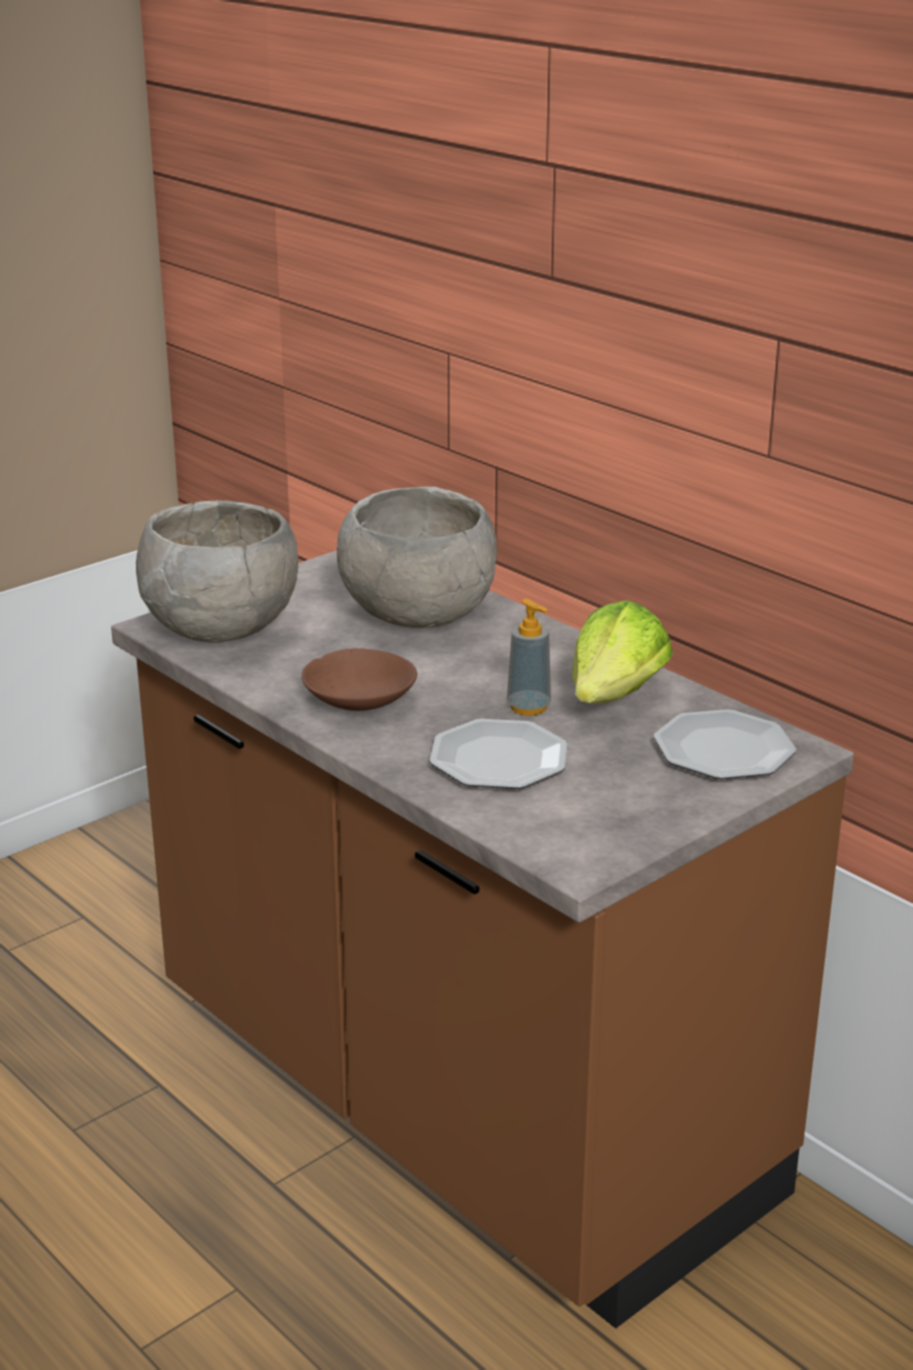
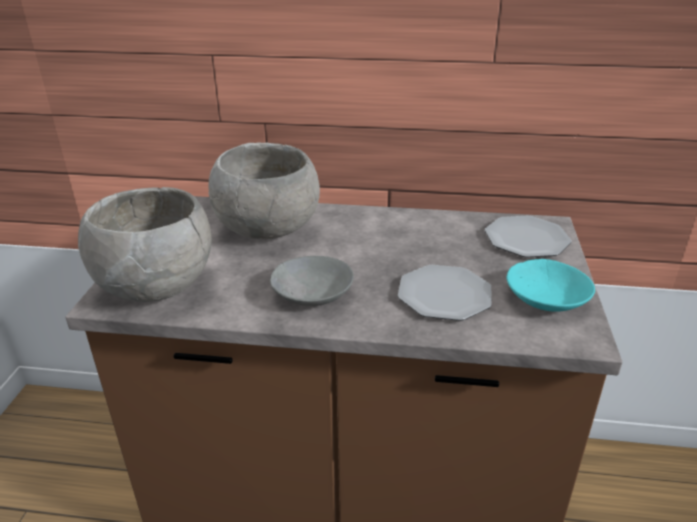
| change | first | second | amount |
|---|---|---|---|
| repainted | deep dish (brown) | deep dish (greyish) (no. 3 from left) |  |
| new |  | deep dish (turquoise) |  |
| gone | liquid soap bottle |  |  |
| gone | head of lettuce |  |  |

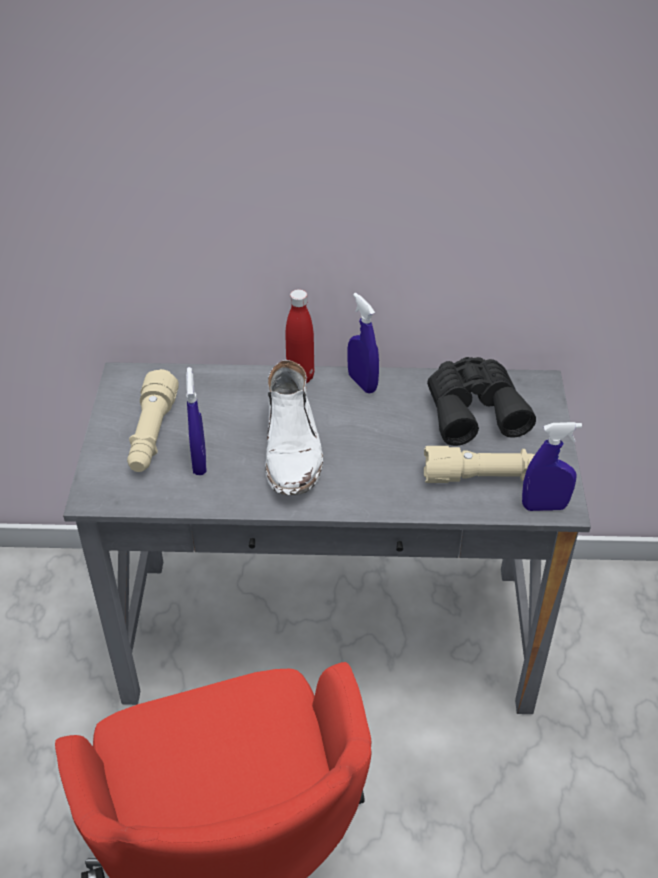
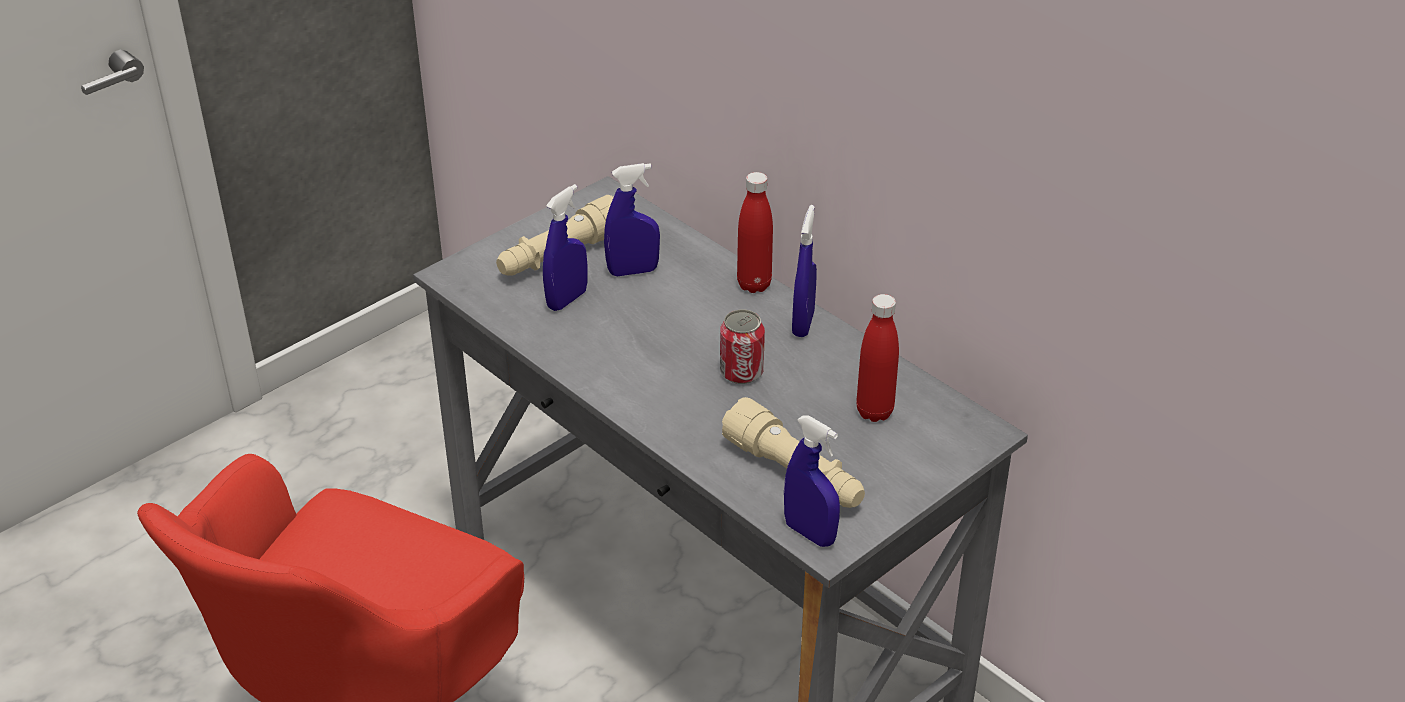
| change | first | second | amount |
|---|---|---|---|
| new |  | sprayer (blue) (no. 2 from left) |  |
| new |  | can |  |
| swapped | field glasses (black) | bottle (reddish) (no. 2 from left) |  |
| gone | tall boot (whitish) |  |  |

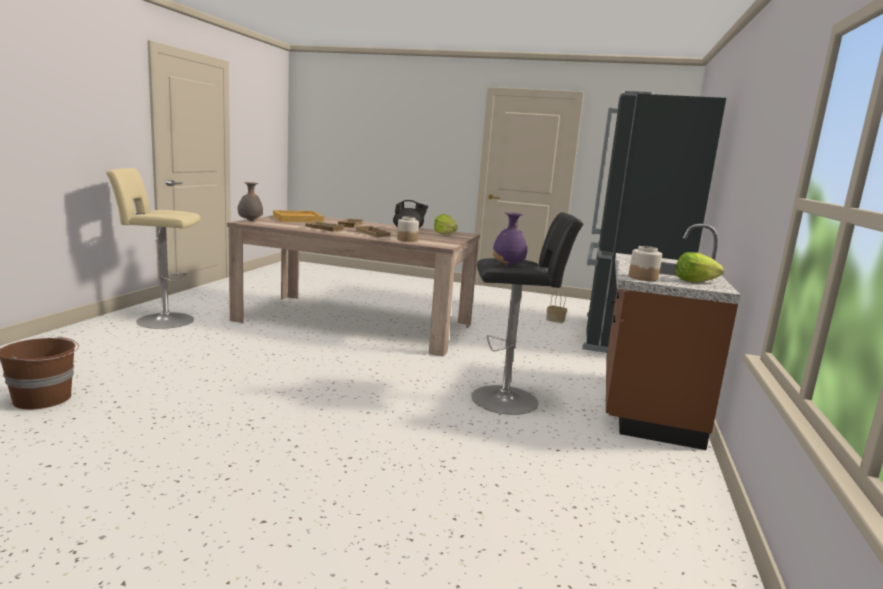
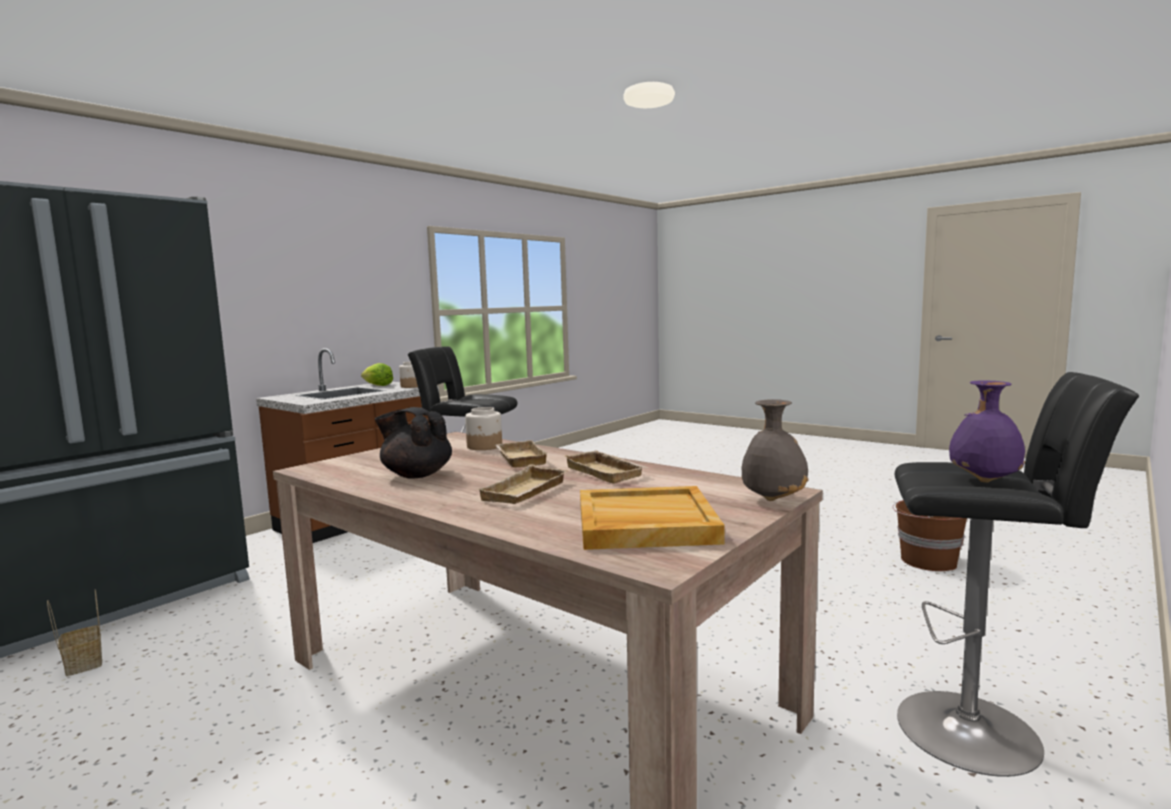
| change | first | second | amount |
|---|---|---|---|
| repainted | stool (sand-coloured) | stool (black) (no. 2 from left) |  |
| shifted | flower vase (purplish) |  |  |
| gone | head of lettuce (no. 1 from left) |  |  |

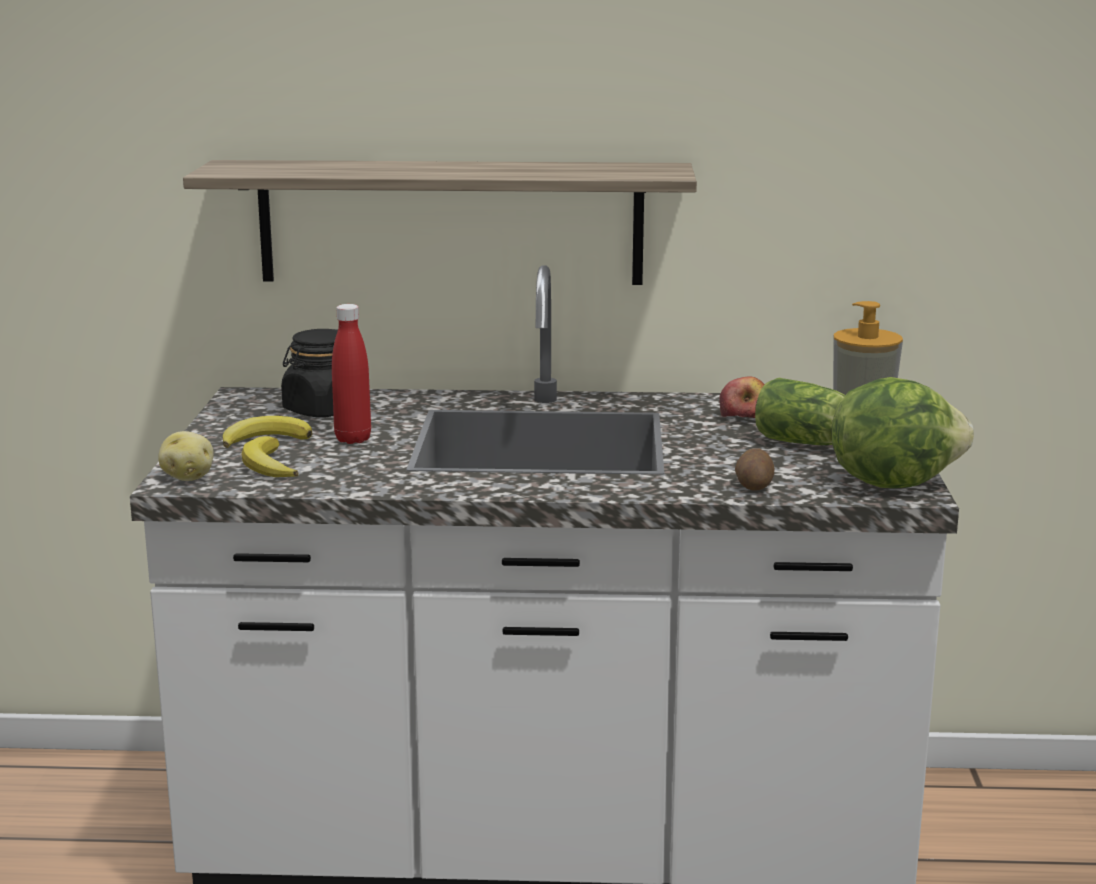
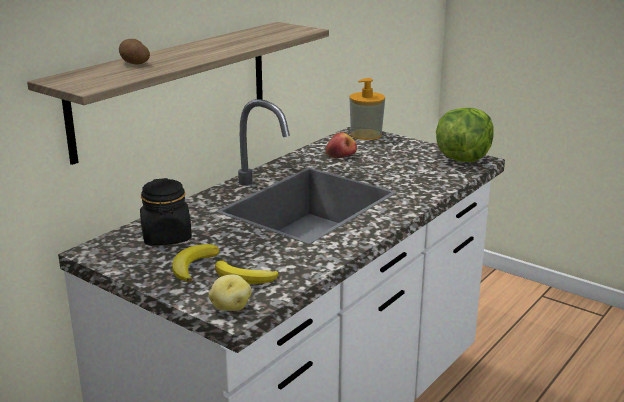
| change | first | second | amount |
|---|---|---|---|
| shifted | potato (no. 2 from left in the first image) | potato (no. 1 from left) |  |
| gone | bottle (reddish) |  |  |
| gone | head of lettuce (no. 1 from left) |  |  |

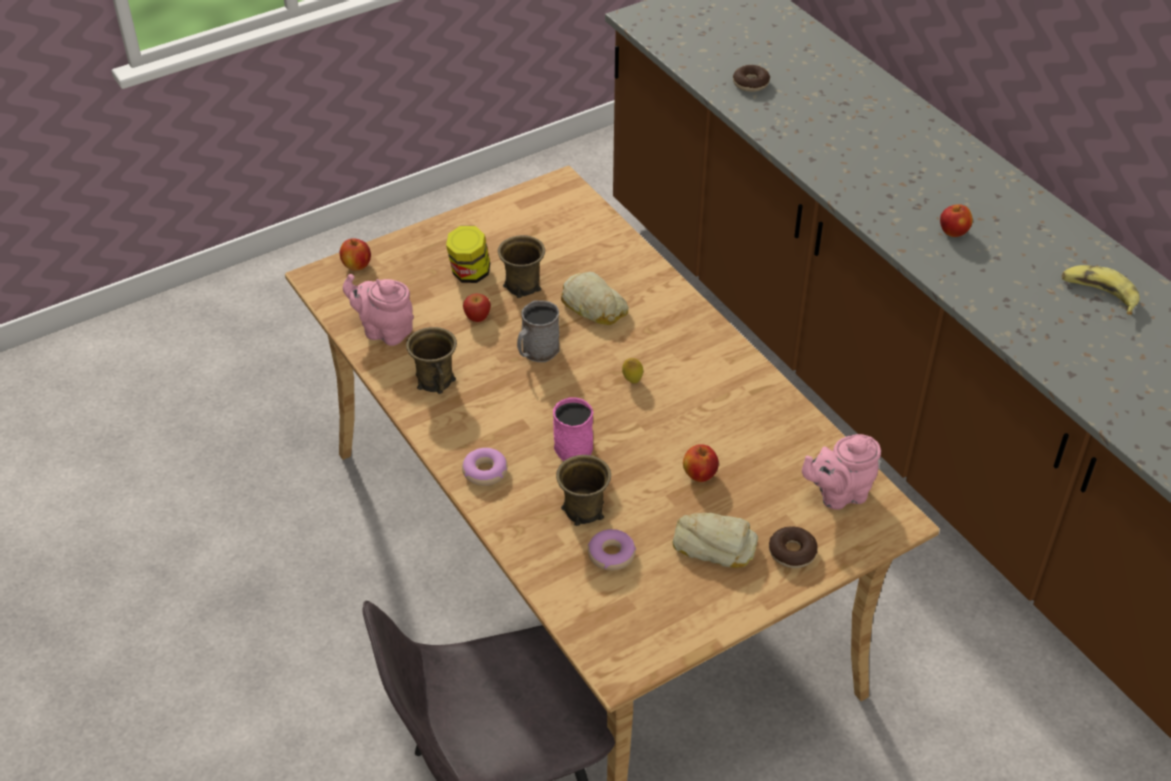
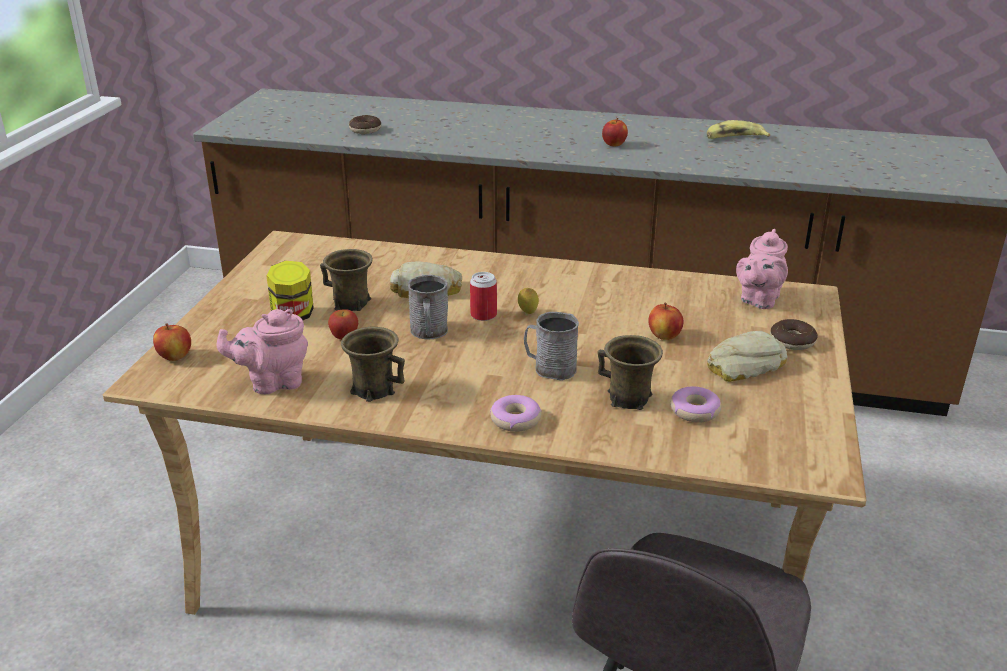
| change | first | second | amount |
|---|---|---|---|
| new |  | can |  |
| repainted | mug (pinkish) | mug (greyish) (no. 2 from left) |  |

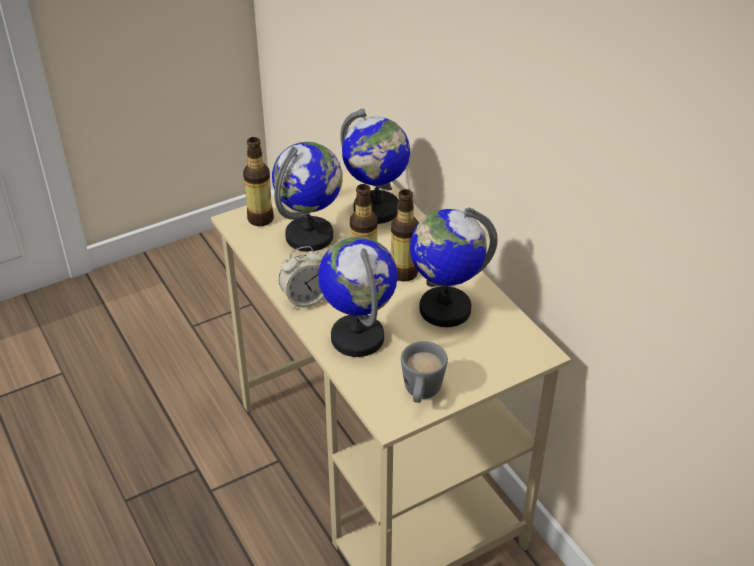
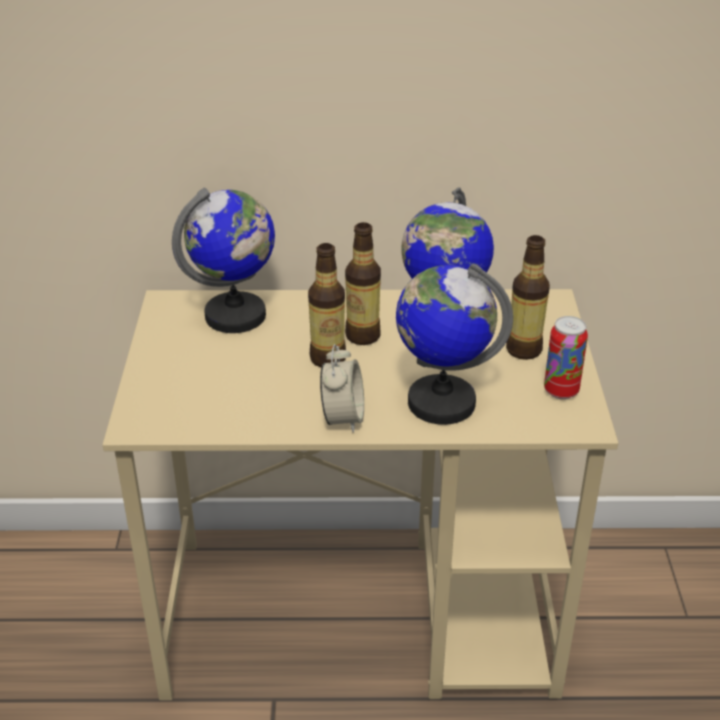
| change | first | second | amount |
|---|---|---|---|
| shifted | bottle (no. 1 from left in the first image) | bottle (no. 3 from left) |  |
| swapped | mug (greyish) | can |  |
| gone | desk globe (no. 1 from left) |  |  |

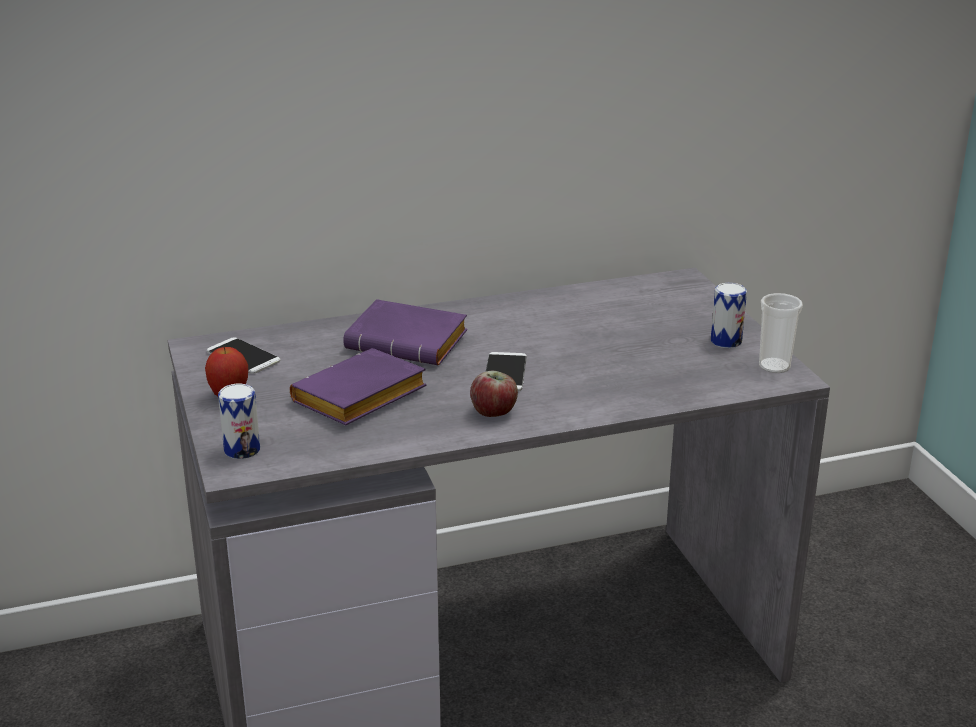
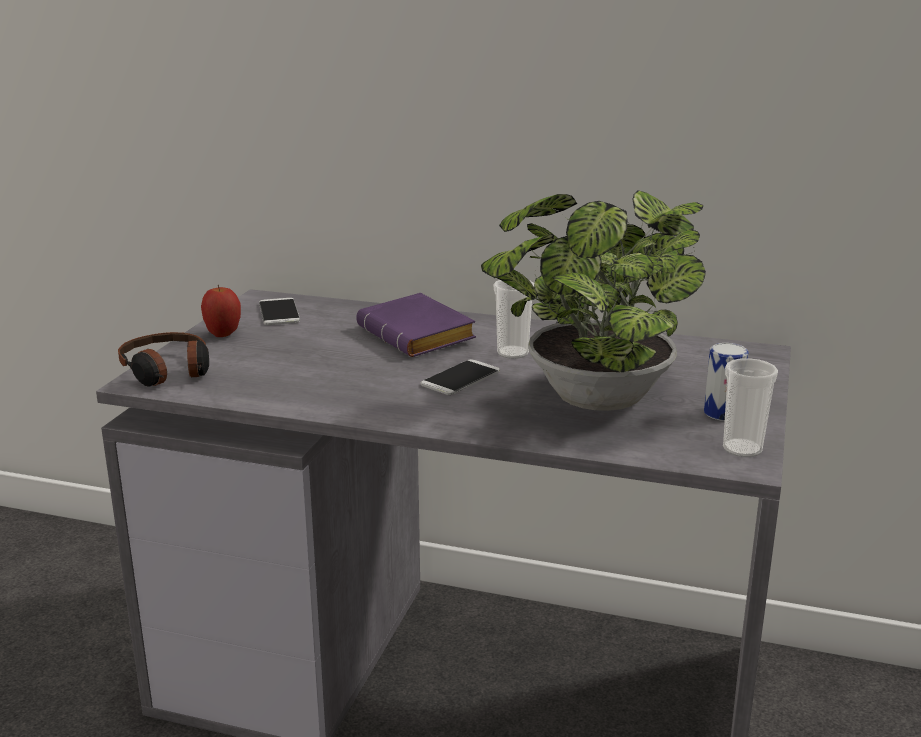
| change | first | second | amount |
|---|---|---|---|
| swapped | can (no. 1 from left) | pair of headphones |  |
| new |  | houseplant |  |
| new |  | drinking cup (no. 1 from left) |  |
| gone | bound book (purplish) (no. 1 from left) |  |  |
| gone | whole apple (no. 2 from left) |  |  |

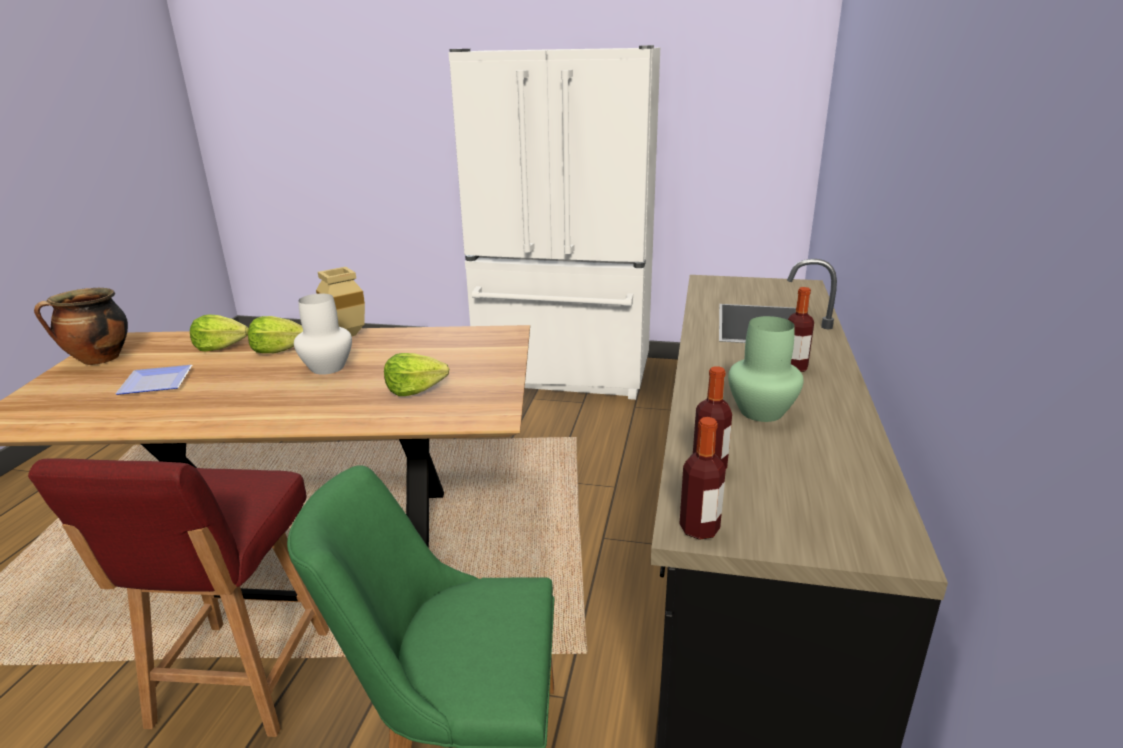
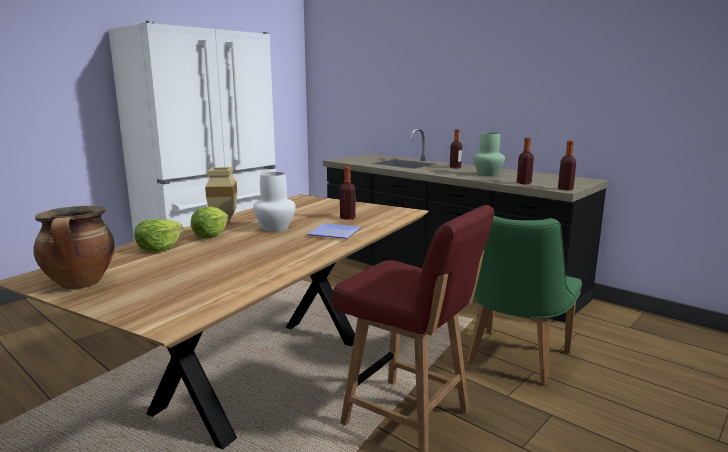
| change | first | second | amount |
|---|---|---|---|
| shifted | dinner plate |  |  |
| swapped | head of lettuce (no. 3 from left) | bottle (no. 1 from left) |  |

